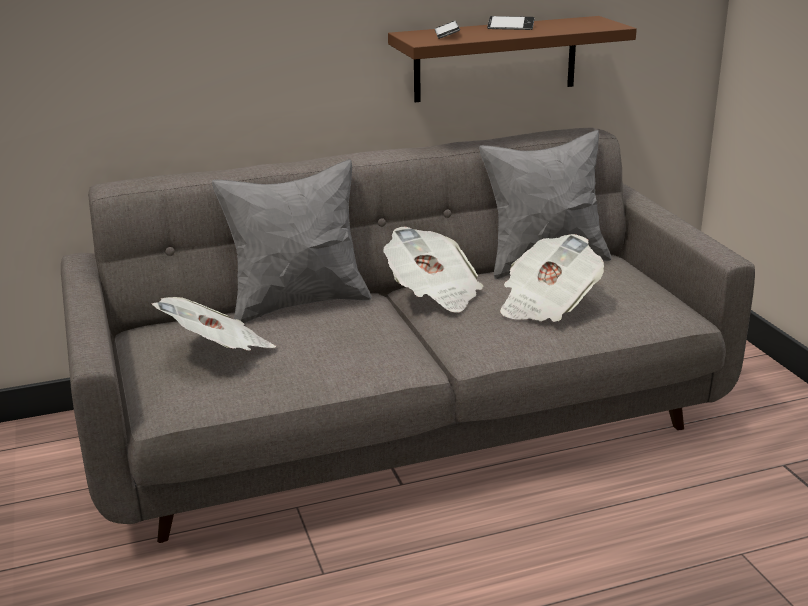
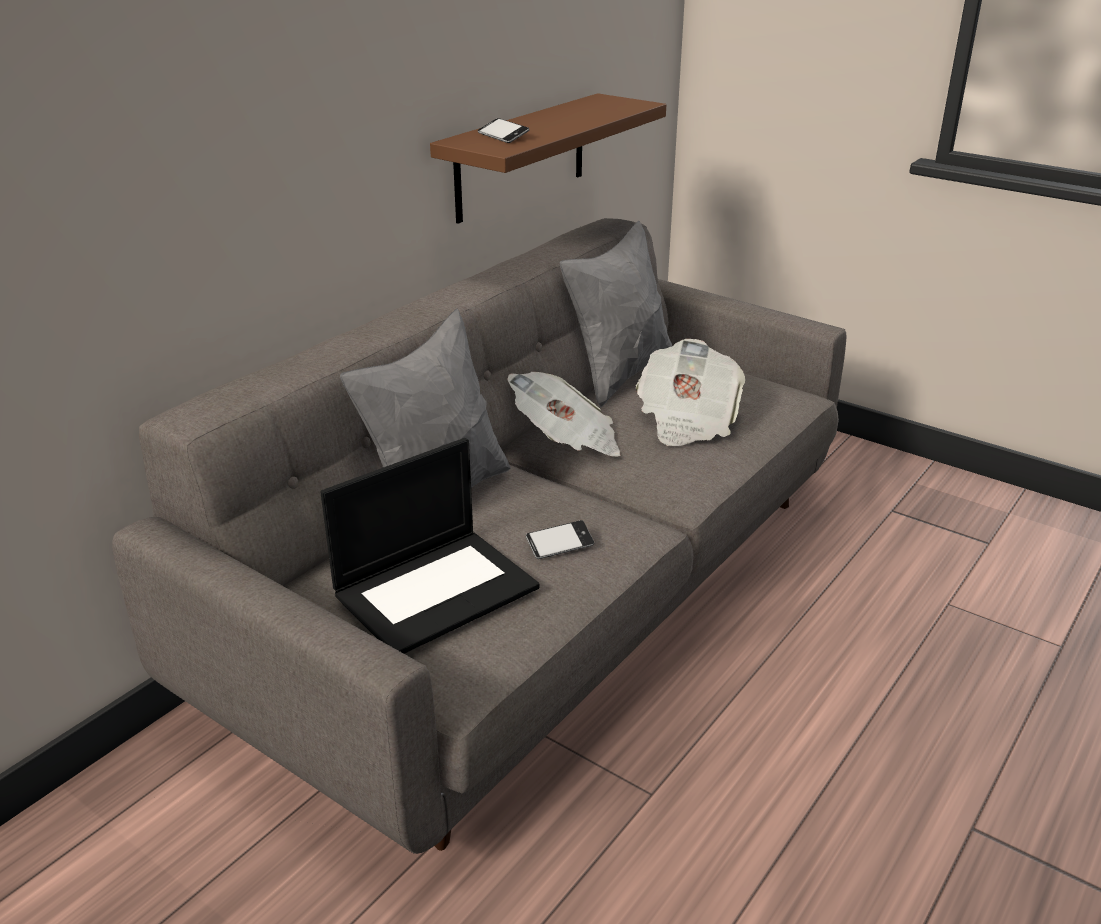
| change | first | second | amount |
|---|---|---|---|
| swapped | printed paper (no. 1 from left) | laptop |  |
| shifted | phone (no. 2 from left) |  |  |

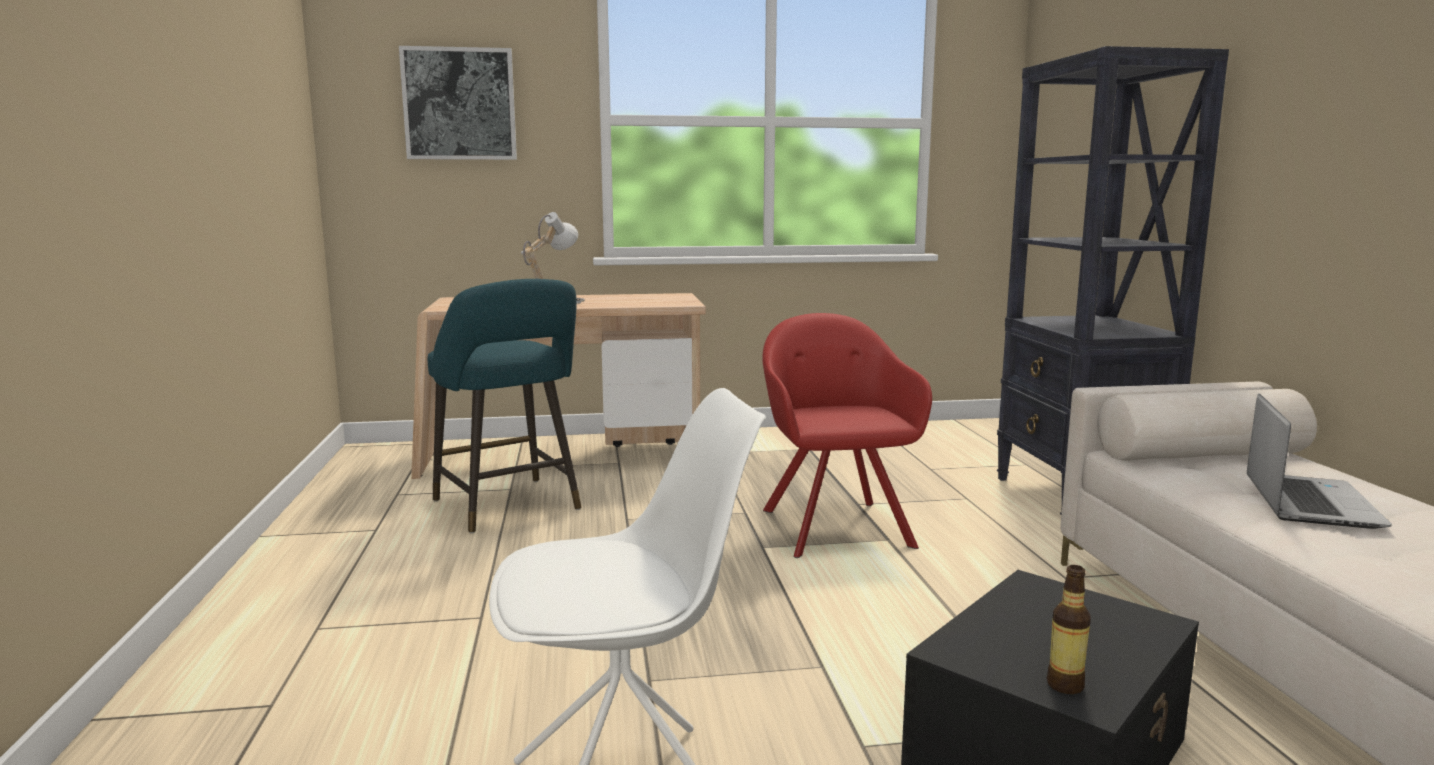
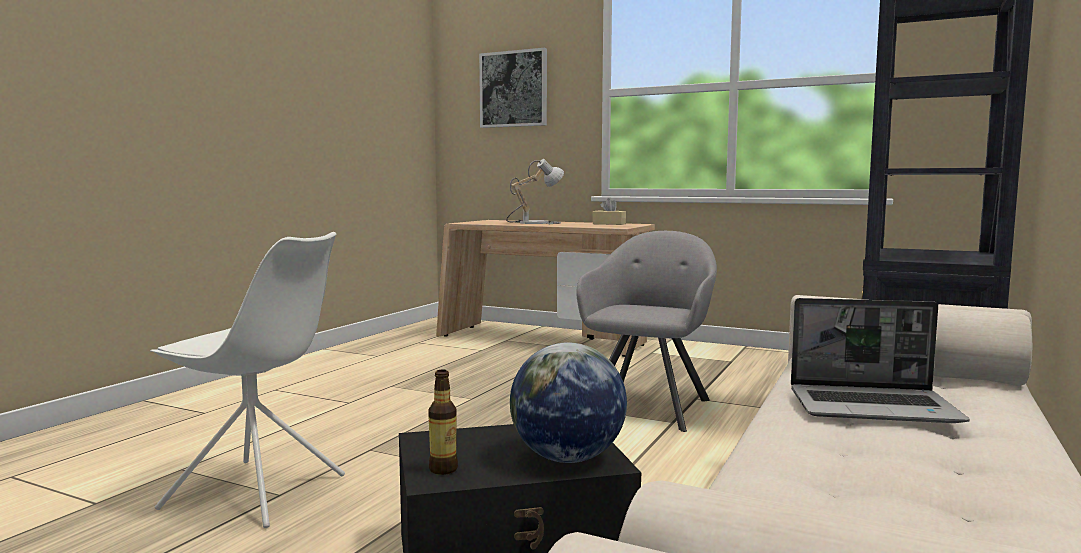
| change | first | second | amount |
|---|---|---|---|
| new |  | desk globe |  |
| repainted | lounge chair (reddish) | lounge chair (greyish) |  |
| new |  | tissue box (sand-coloured) |  |
| rotated | laptop |  | 45 degrees clockwise |
| gone | stool (turquoise) |  |  |

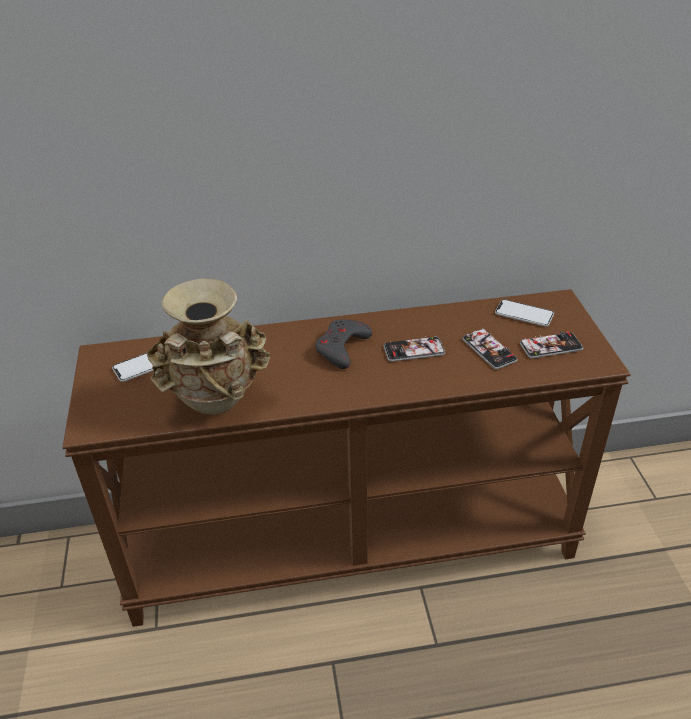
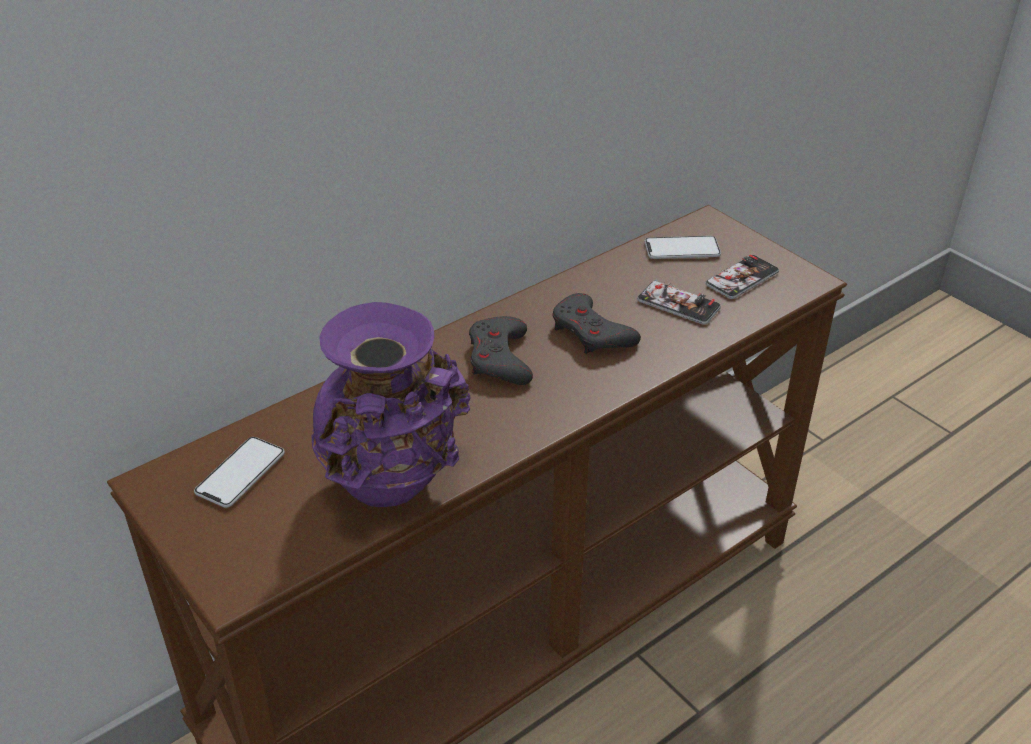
| change | first | second | amount |
|---|---|---|---|
| repainted | flower vase (sand-coloured) | flower vase (purplish) |  |
| swapped | phone (no. 2 from left) | joypad (greyish) (no. 2 from left) |  |

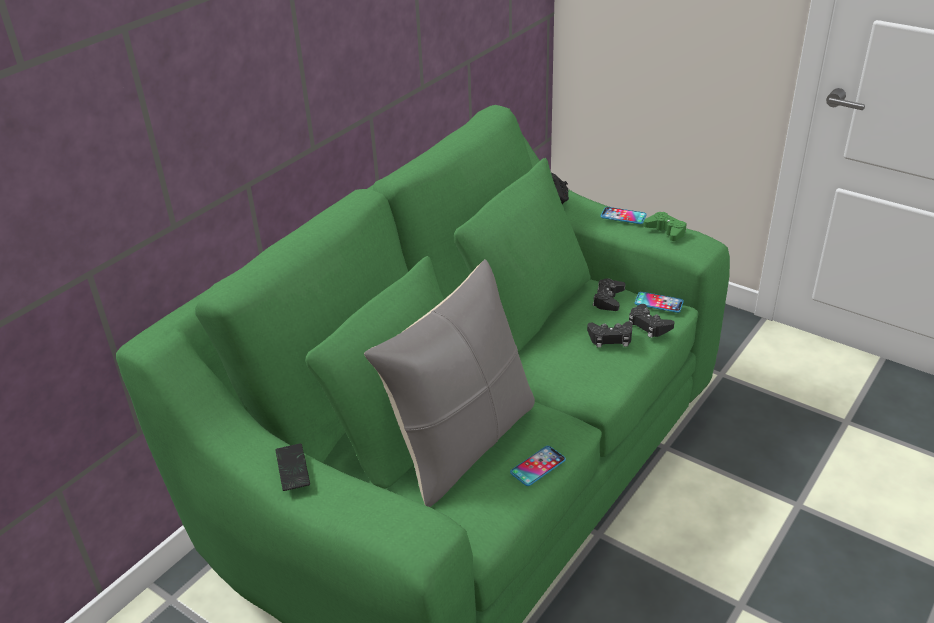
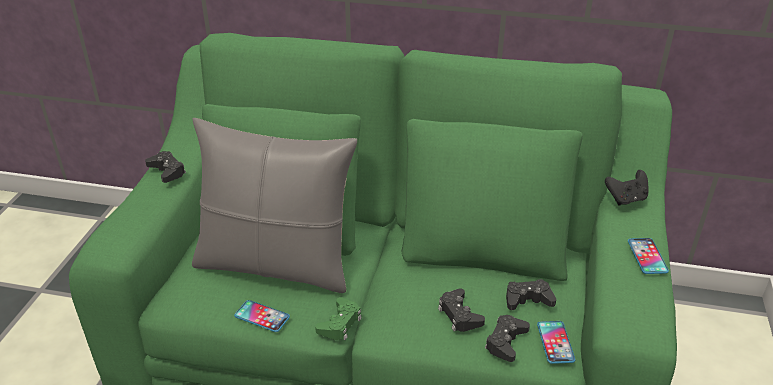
| change | first | second | amount |
|---|---|---|---|
| swapped | phone (no. 1 from left) | joypad (black) (no. 1 from left) |  |
| shifted | joypad (green-coloured) |  |  |

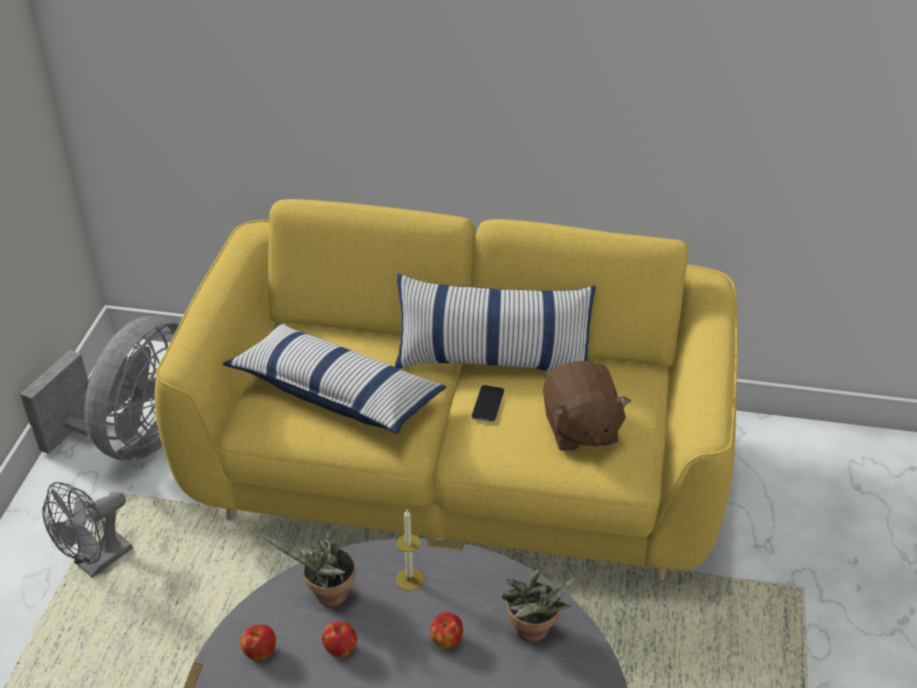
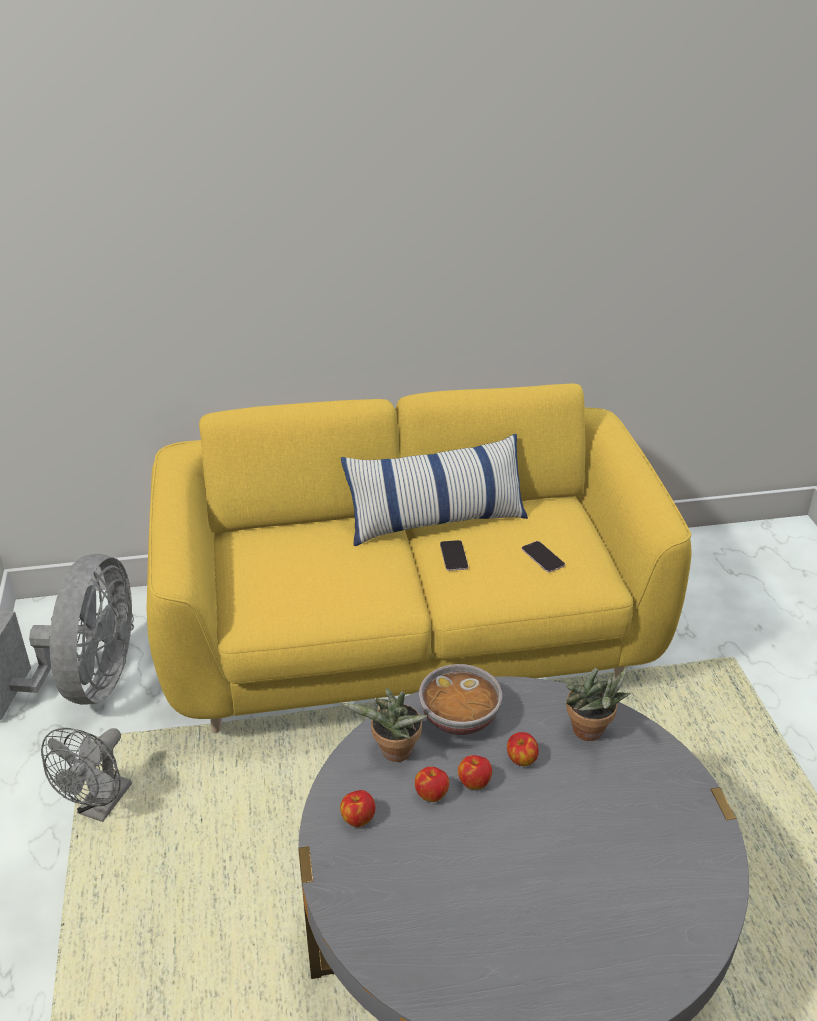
| change | first | second | amount |
|---|---|---|---|
| swapped | wax light | deep dish |  |
| new |  | whole apple (no. 3 from left) |  |
| swapped | cuddly toy (brown) | phone (no. 2 from left) |  |
| gone | pillow (no. 1 from left) |  |  |

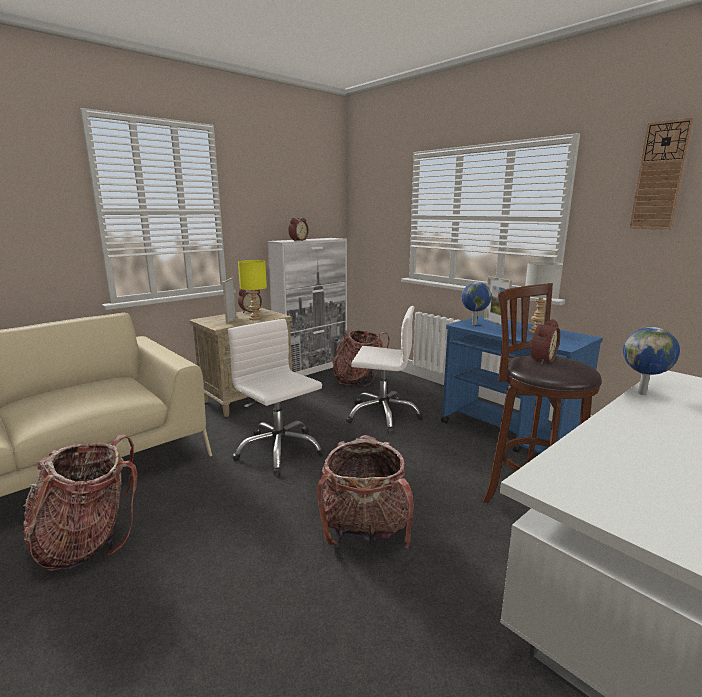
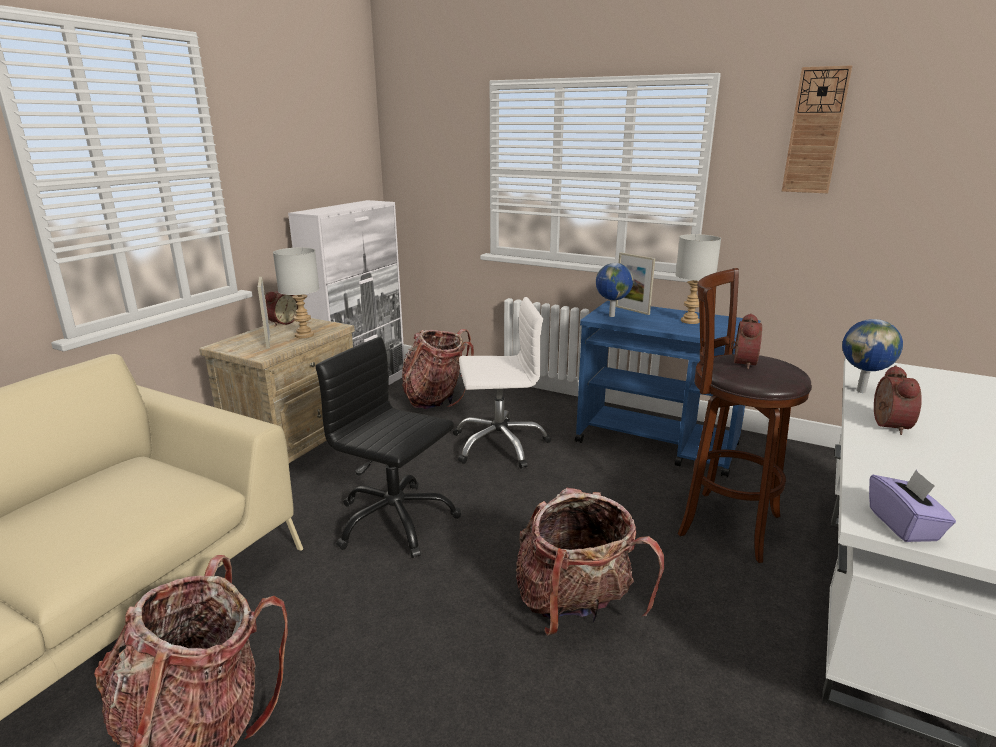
| change | first | second | amount |
|---|---|---|---|
| repainted | tabletop lamp (yellow-coloured) | tabletop lamp (greyish) (no. 1 from left) |  |
| repainted | office chair (whitish) (no. 1 from left) | office chair (black) |  |
| new |  | tissue box (purplish) |  |
| shifted | alarm clock (no. 2 from left in the first image) | alarm clock (no. 3 from left) |  |

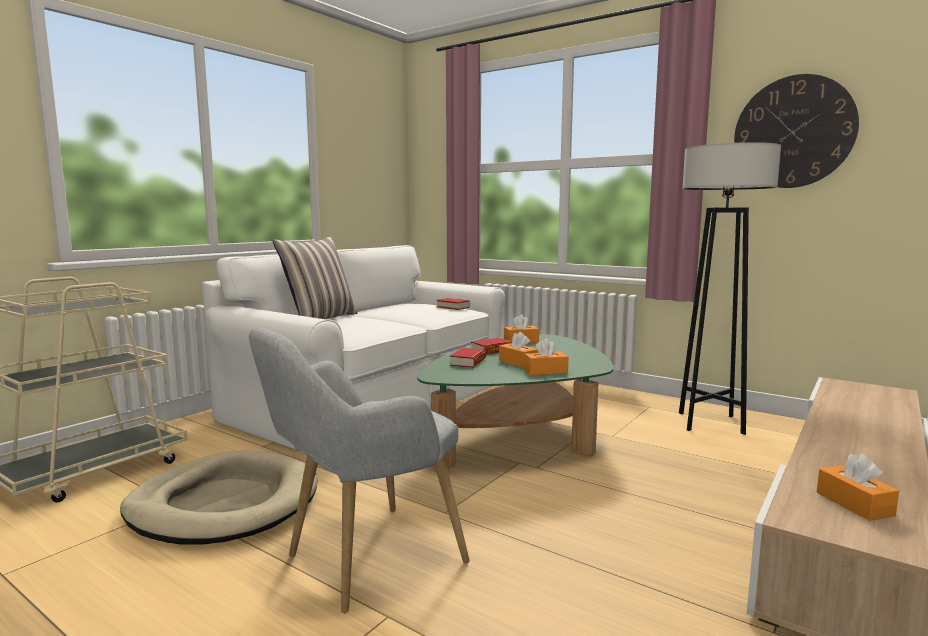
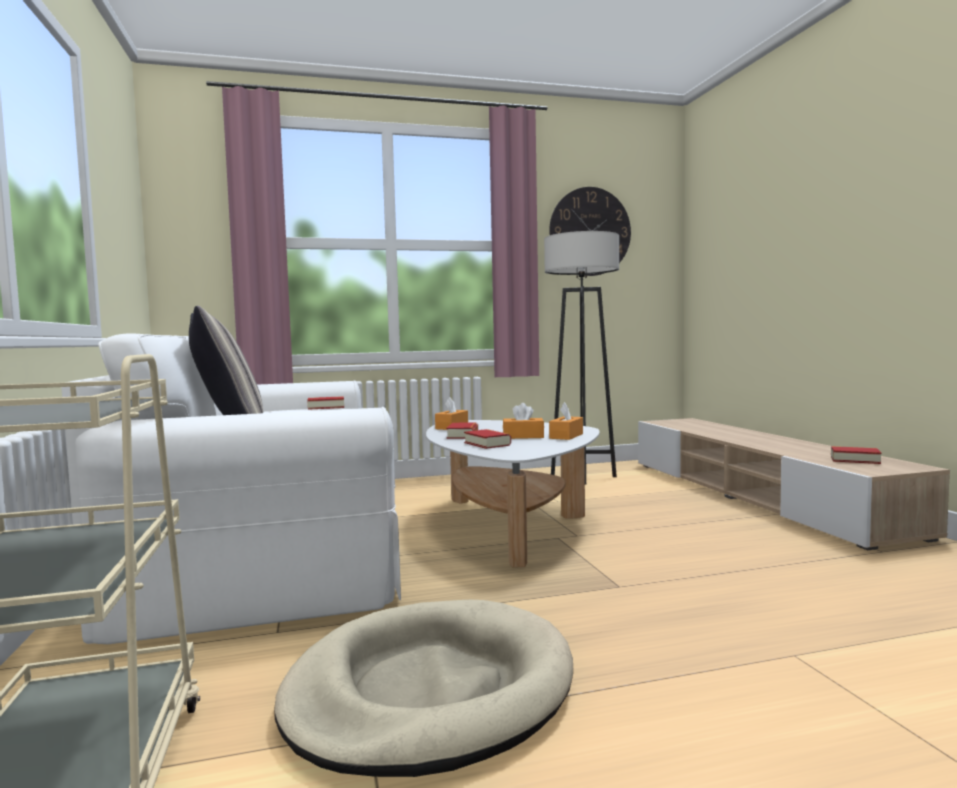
| change | first | second | amount |
|---|---|---|---|
| repainted | lounge table (green-coloured) | lounge table (whitish) |  |
| swapped | tissue box (orange-coloured) (no. 4 from left) | bound book (no. 4 from left) |  |
| gone | lounge chair (greyish) |  |  |

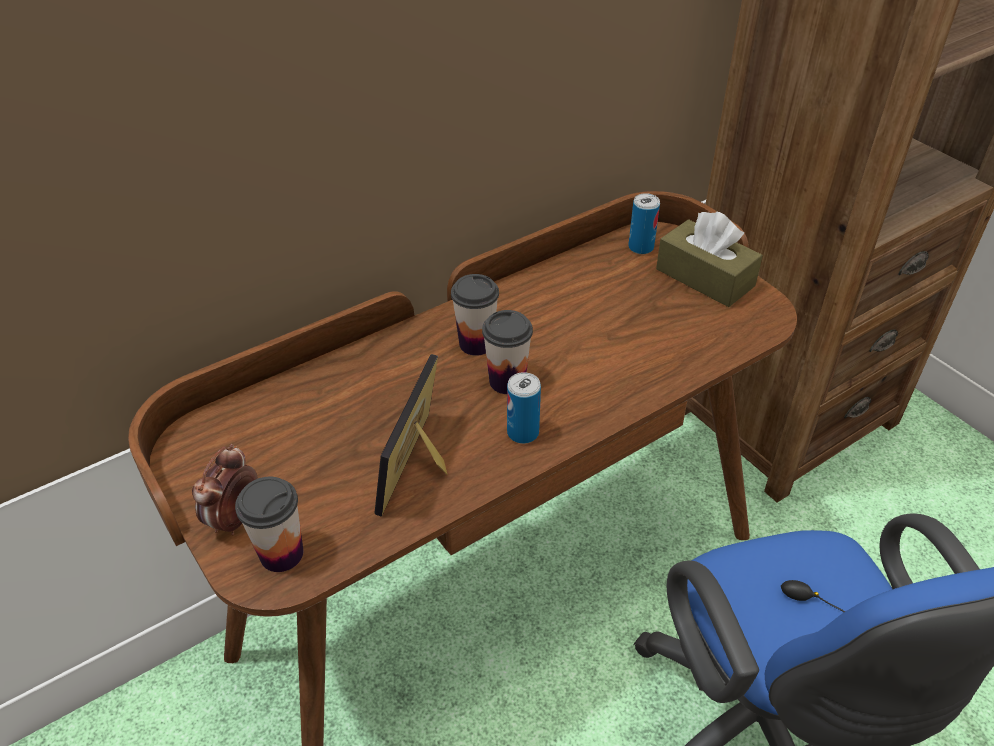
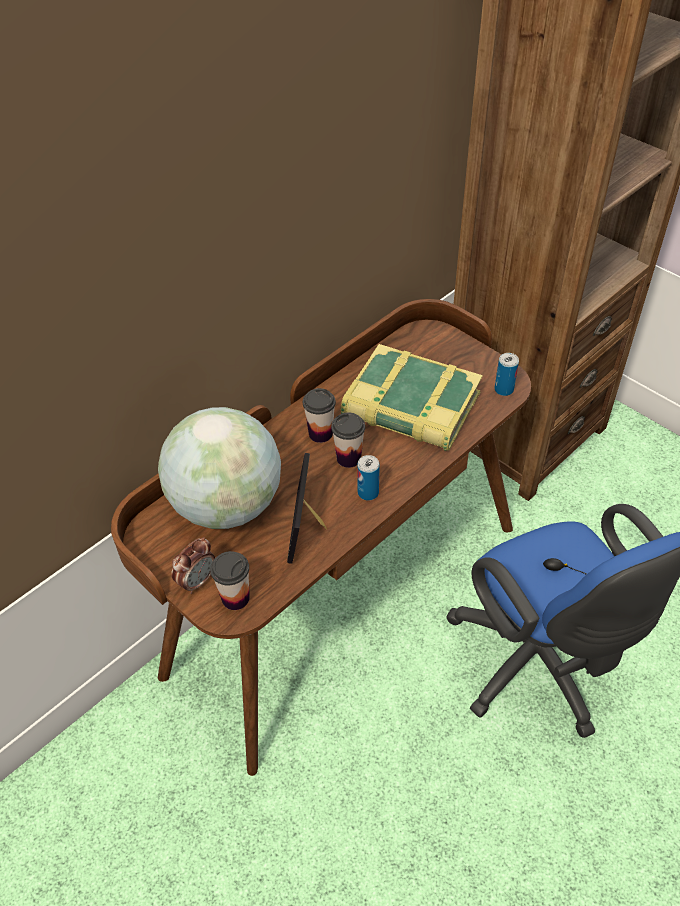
| change | first | second | amount |
|---|---|---|---|
| new |  | desk globe |  |
| rotated | alarm clock |  | 150 degrees counterclockwise |
| new |  | bound book |  |
| shifted | can (no. 2 from left) |  |  |
| gone | tissue box (brown) |  |  |

